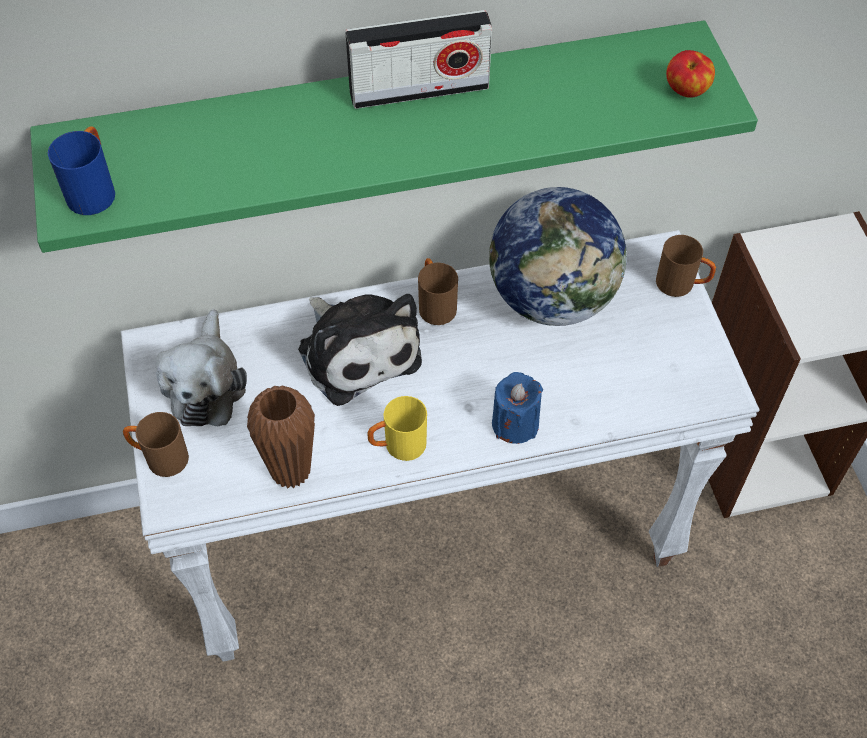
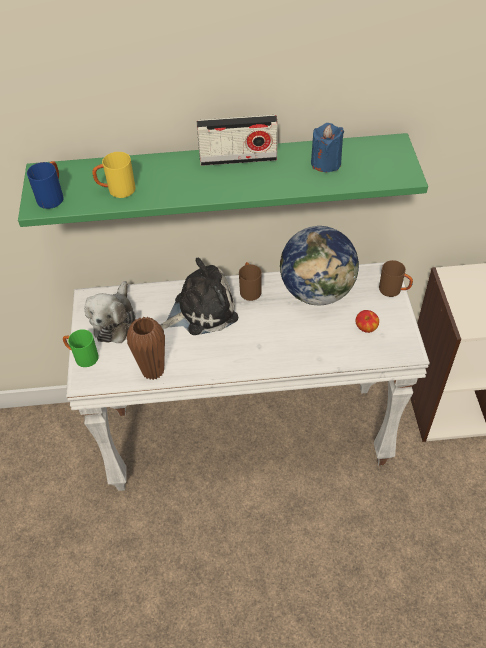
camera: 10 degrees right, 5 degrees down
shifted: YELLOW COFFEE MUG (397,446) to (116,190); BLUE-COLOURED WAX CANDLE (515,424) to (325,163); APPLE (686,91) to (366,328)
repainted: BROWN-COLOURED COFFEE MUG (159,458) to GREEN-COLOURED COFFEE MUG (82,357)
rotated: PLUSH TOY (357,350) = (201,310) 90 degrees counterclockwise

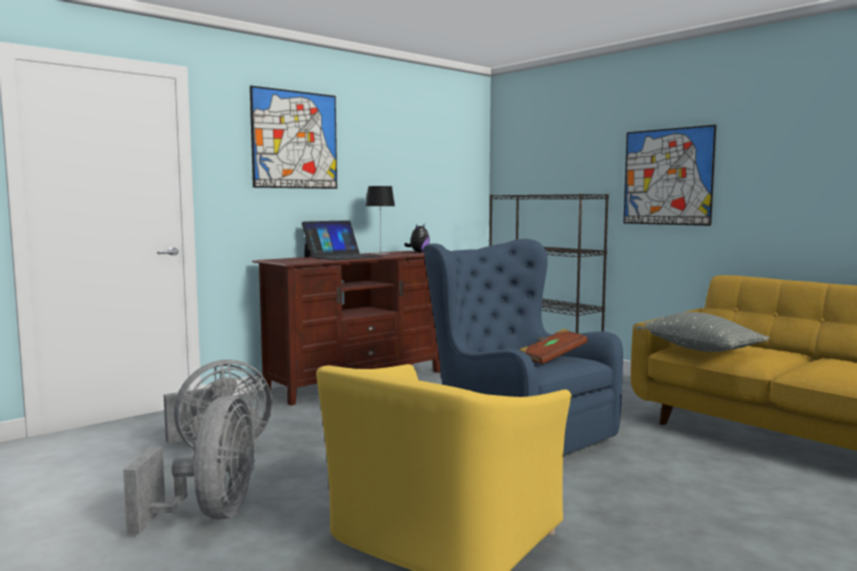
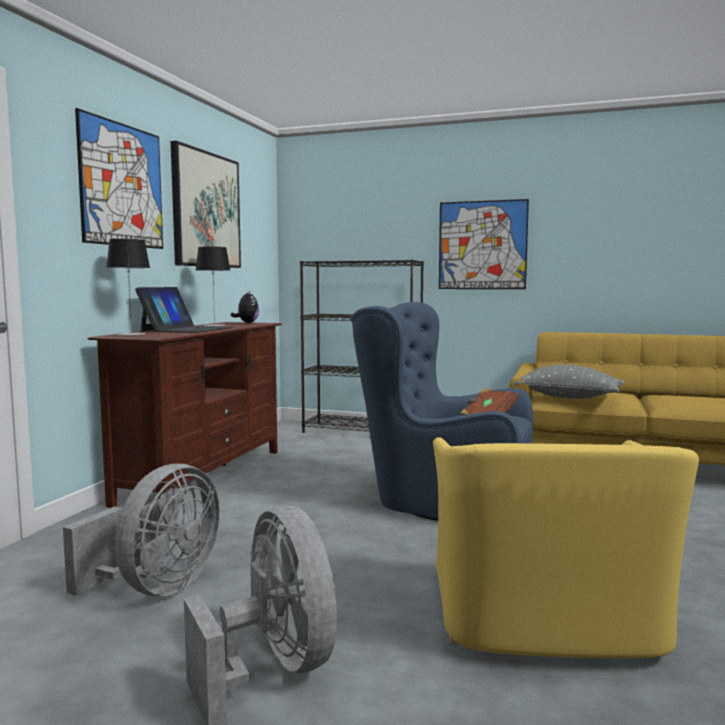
camera: 30 degrees left, 0 degrees up
new: LAMP FOR A TABLE (131,334); WALL PICTURE (206,210)

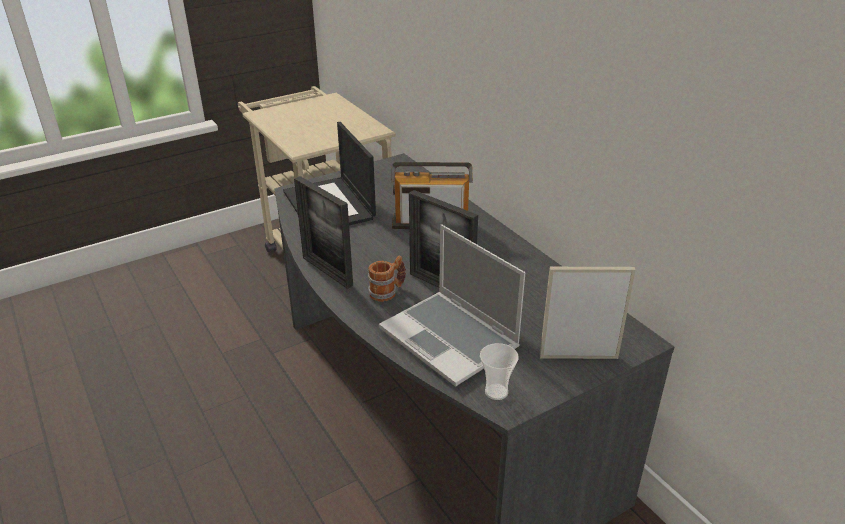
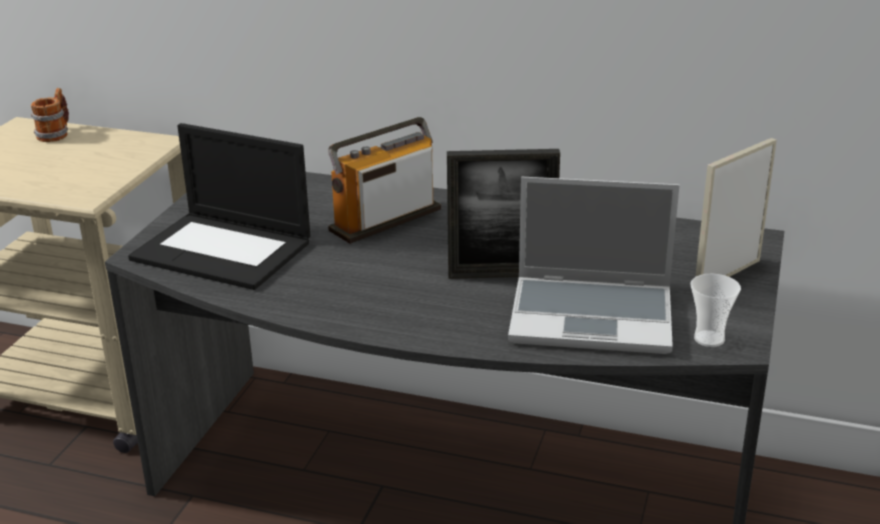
camera: 40 degrees left, 5 degrees down
gone: PHOTO FRAME (327,271)
shifted: COFFEE MUG (387,292) to (56,134)

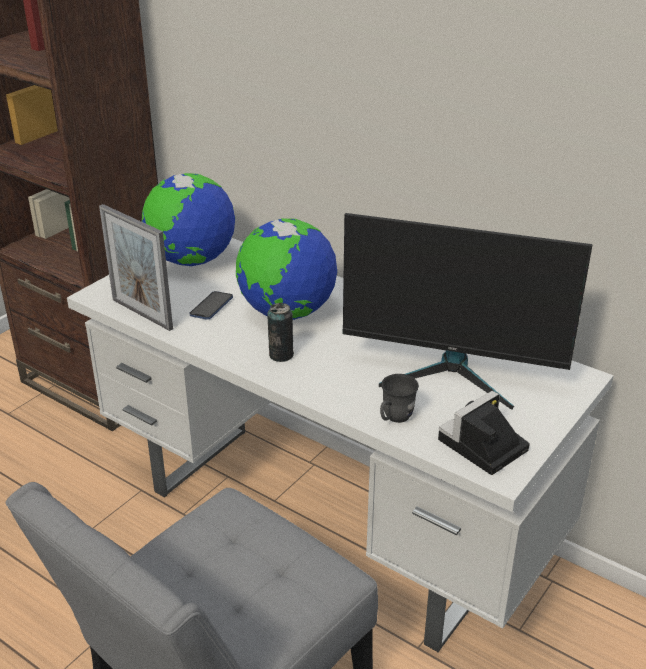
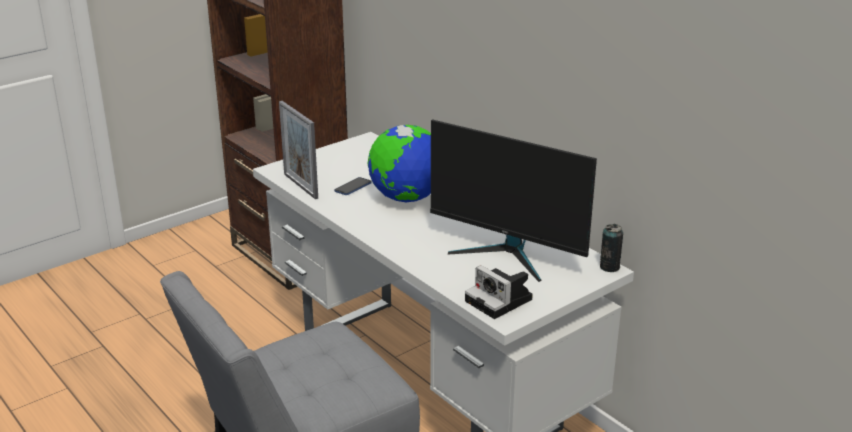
camera: 15 degrees right, 5 degrees down
gone: DESK GLOBE (192,261); GREYISH COFFEE MUG (394,418)
shifted: SEALED CAN (281,355) to (609,267)
rotated: PHOTO CAMERA (481,447) = (501,301) 105 degrees counterclockwise

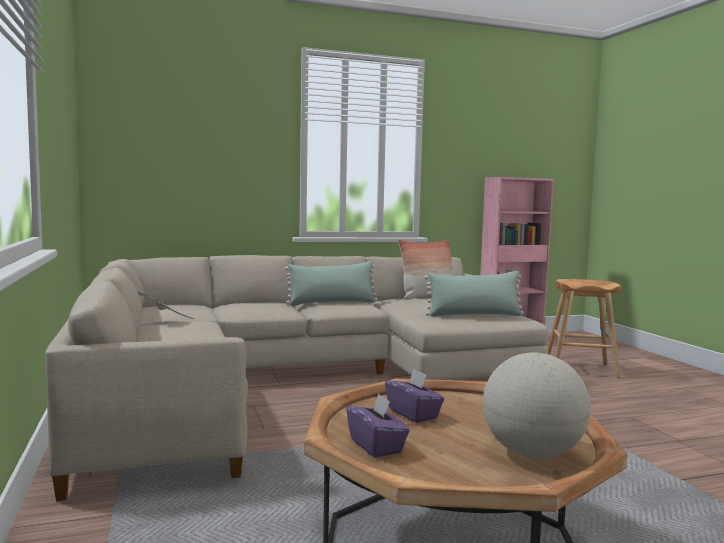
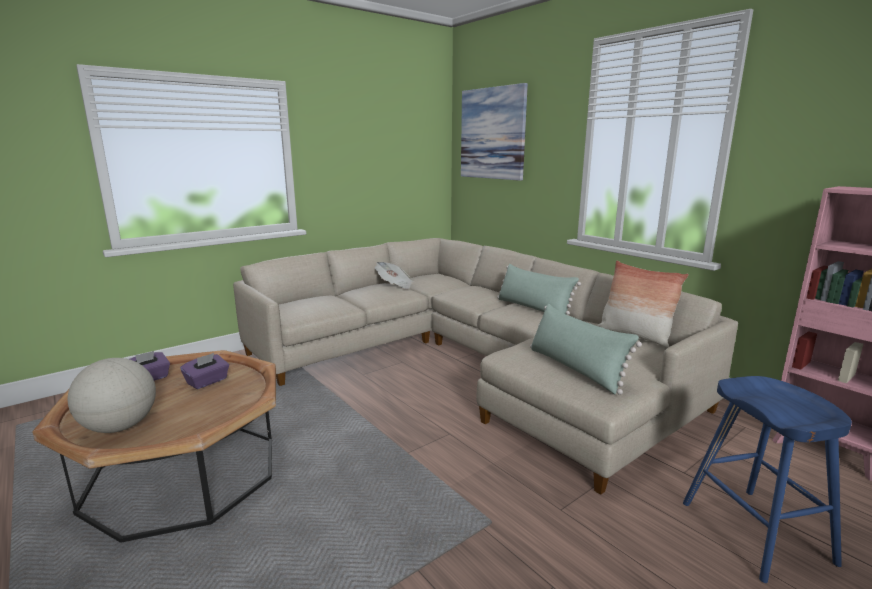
camera: 70 degrees right, 10 degrees up
new: WALL PICTURE (492,133)
repainted: BROWN-COLOURED STOOL SEAT (580,369) to BLUE-COLOURED STOOL SEAT (754,532)

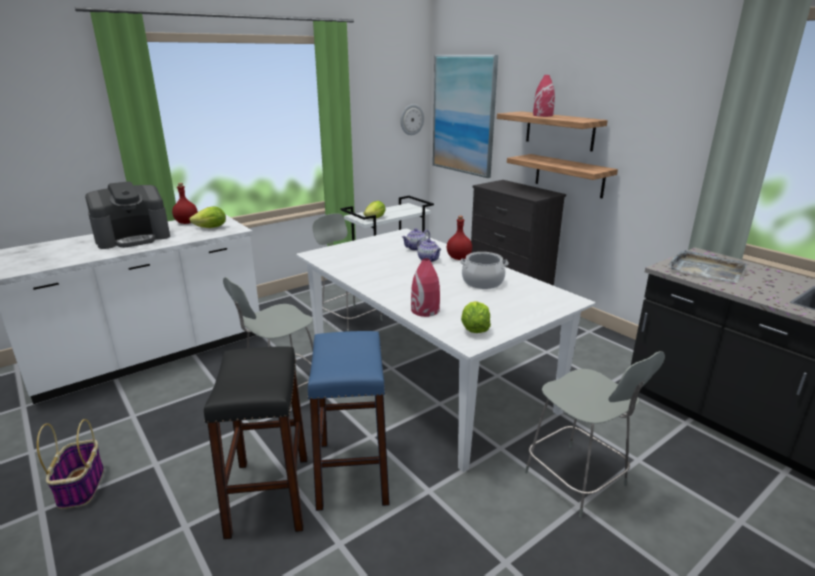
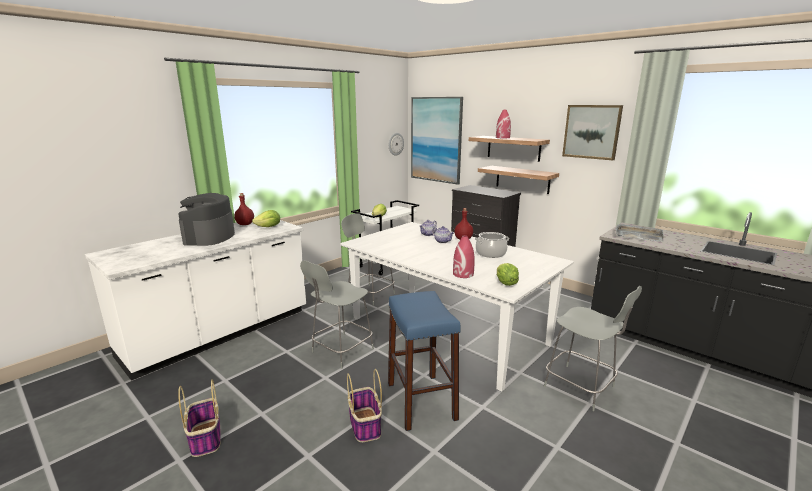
camera: 10 degrees left, 5 degrees down
new: WALL PICTURE (591,132)
swapped: BLACK STOOL SEAT (269,495) to BASKET (364,424)
rotated: COFFEE BREWER (133,238) = (209,237) 135 degrees clockwise

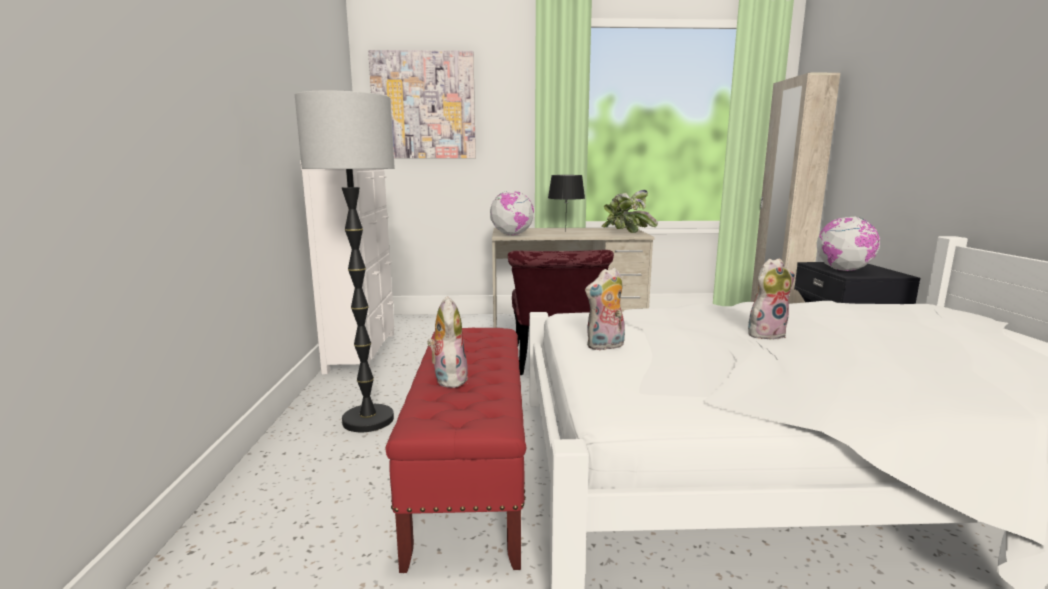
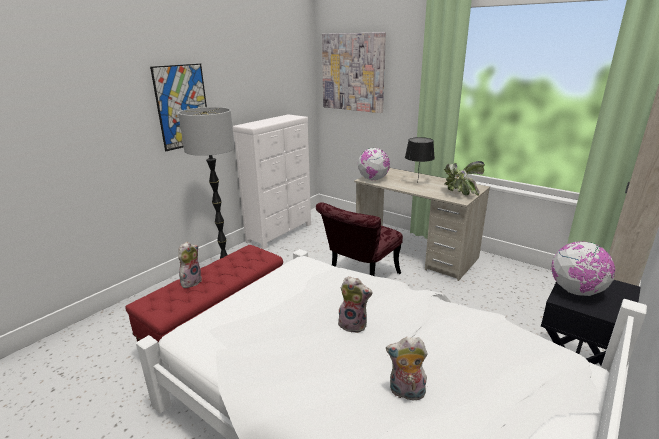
camera: 40 degrees right, 10 degrees up
new: WALL PICTURE (182,106)
shifted: PLUSH TOY (605,346) to (406,393)

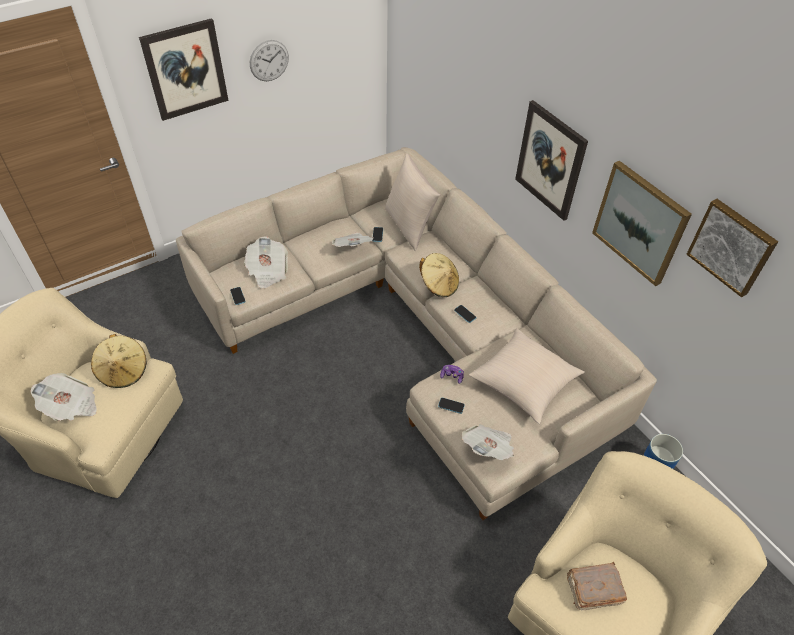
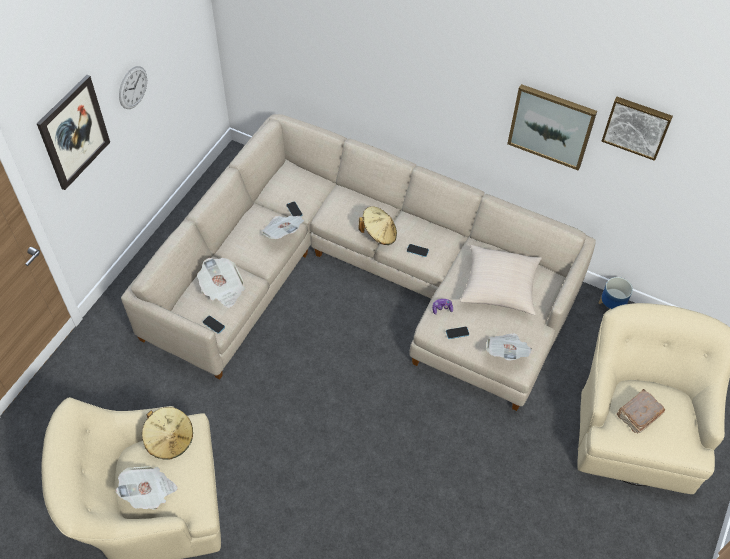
camera: 30 degrees left, 5 degrees up
gone: BEIGE-COLOURED PILLOW (409,226); WALL PICTURE (550,161)

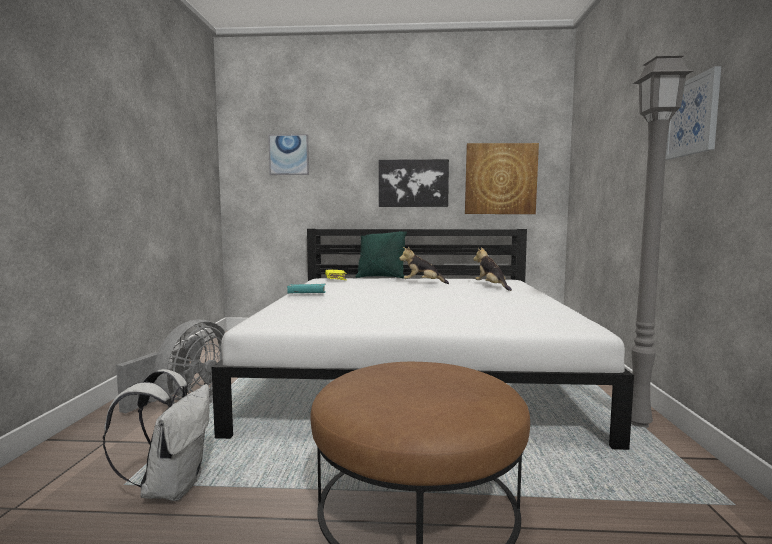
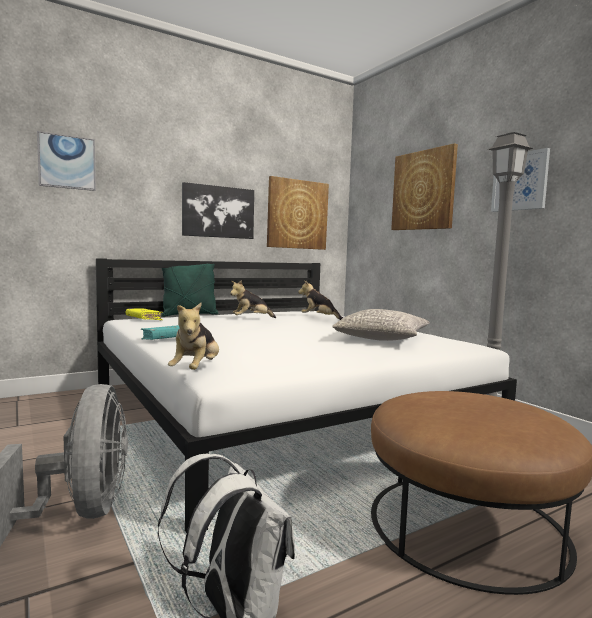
camera: 35 degrees left, 0 degrees up
new: PLUSH TOY (196,370); GREYISH PILLOW (382,339); WALL PICTURE (423,190)

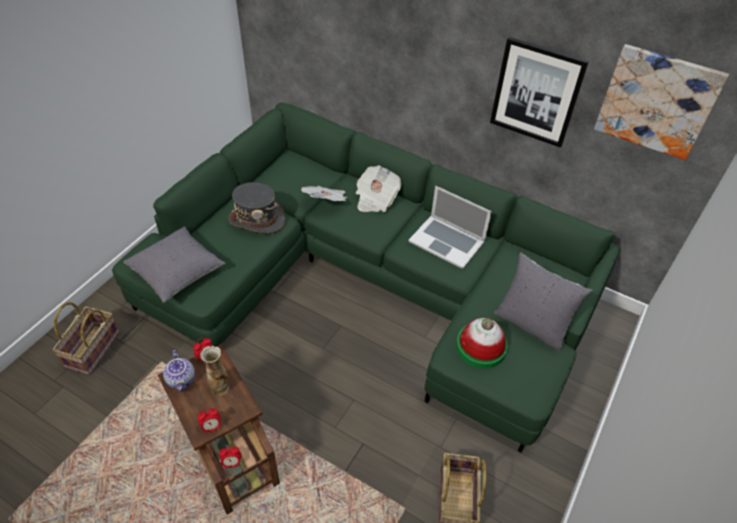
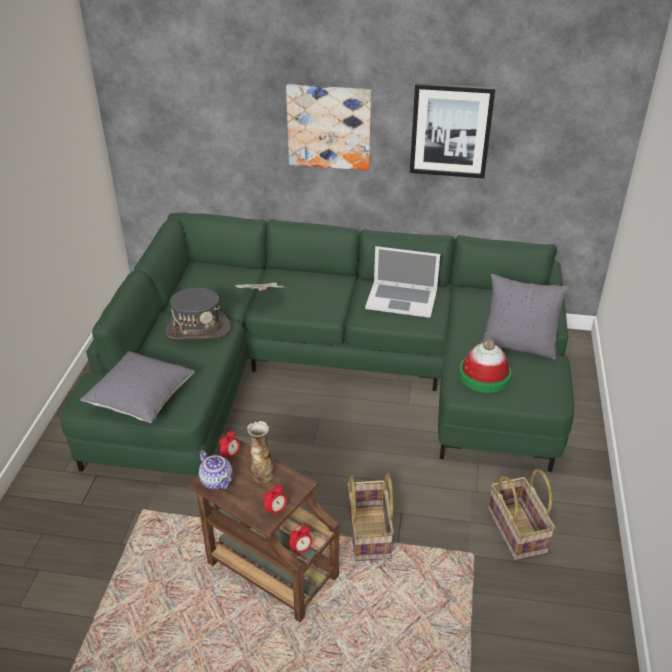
camera: 20 degrees left, 10 degrees down
gone: PRINTED PAPER (375,199)
shifted: WALL PICTURE (657,101) to (329,127); BASKET (93,350) to (370,533)

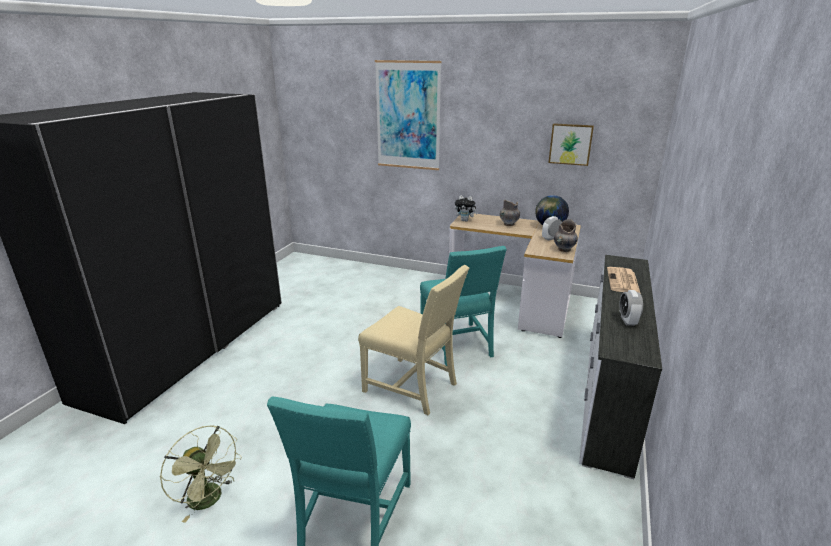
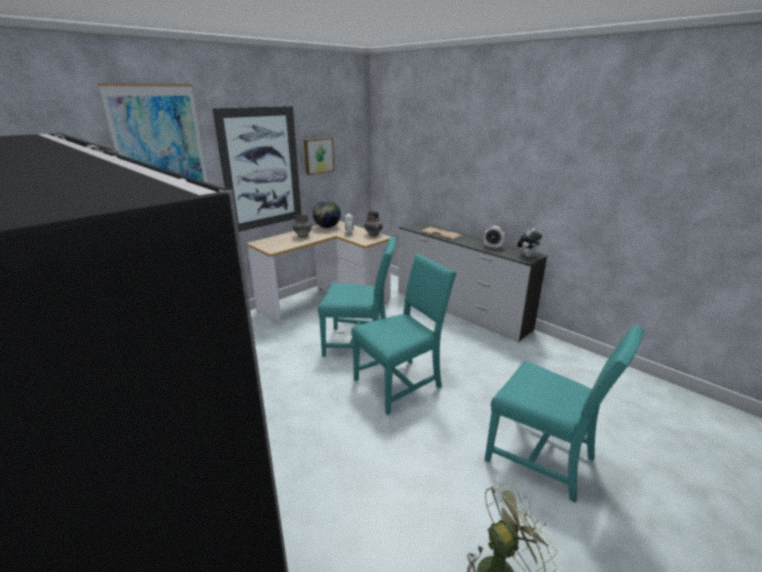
camera: 65 degrees left, 0 degrees up
new: WALL PICTURE (261,169)
shifted: PLUSH TOY (465,220) to (527,255)
repainted: BEIGE-COLOURED PLAIN CHAIR (413,387) to TURQUOISE-COLOURED PLAIN CHAIR (400,383)

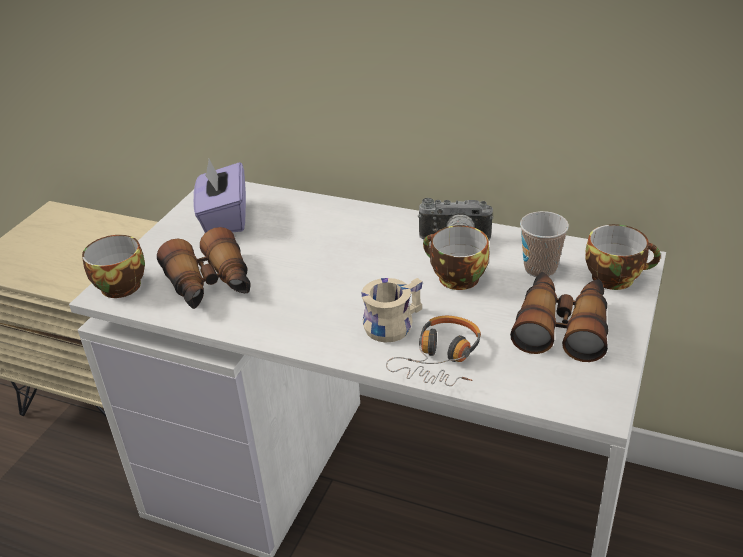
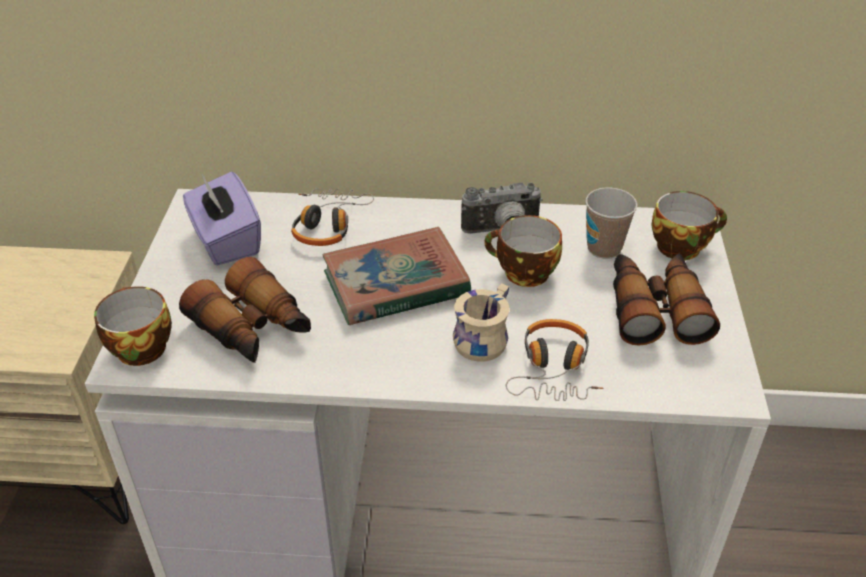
camera: 20 degrees left, 5 degrees up
new: HEADSET (327,224); BOOK (396,284)

